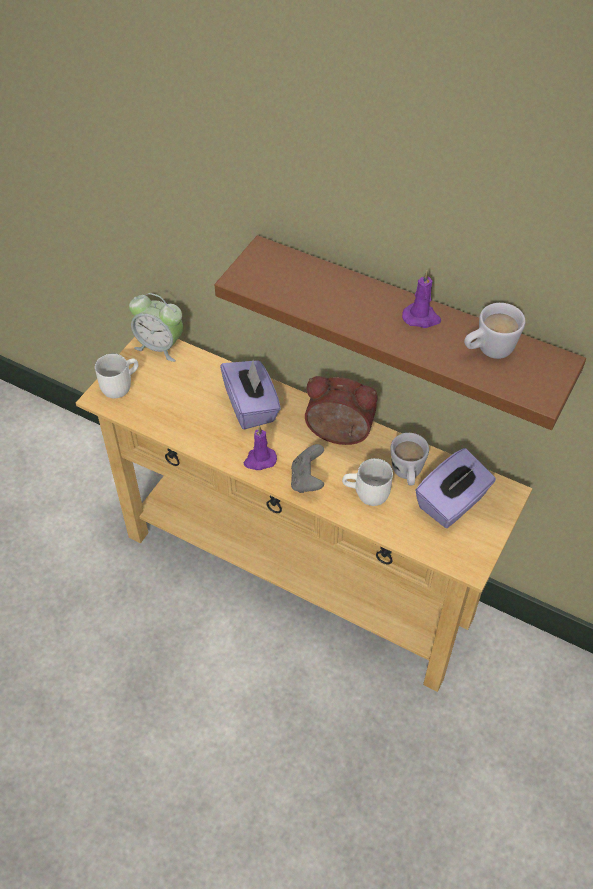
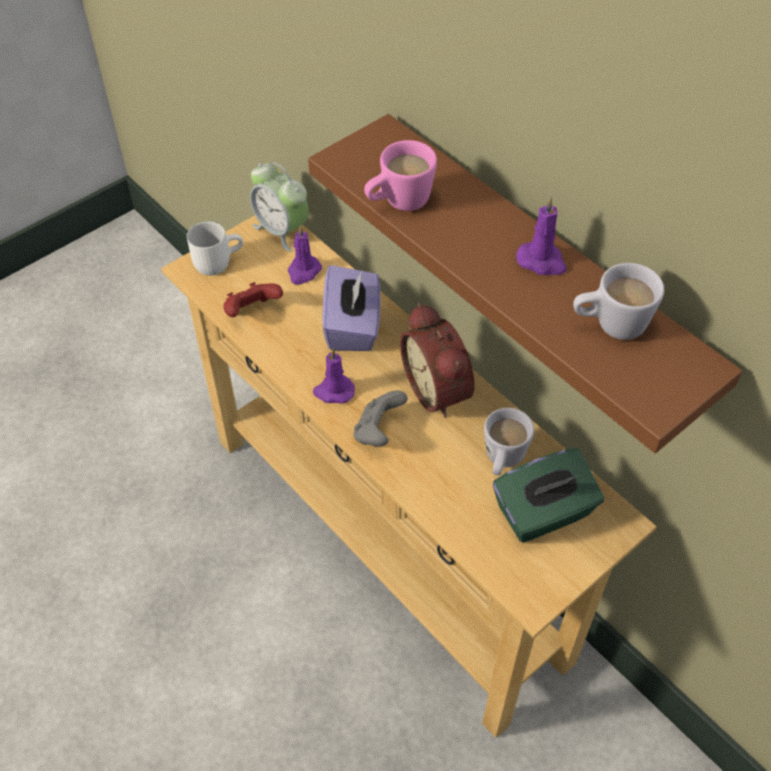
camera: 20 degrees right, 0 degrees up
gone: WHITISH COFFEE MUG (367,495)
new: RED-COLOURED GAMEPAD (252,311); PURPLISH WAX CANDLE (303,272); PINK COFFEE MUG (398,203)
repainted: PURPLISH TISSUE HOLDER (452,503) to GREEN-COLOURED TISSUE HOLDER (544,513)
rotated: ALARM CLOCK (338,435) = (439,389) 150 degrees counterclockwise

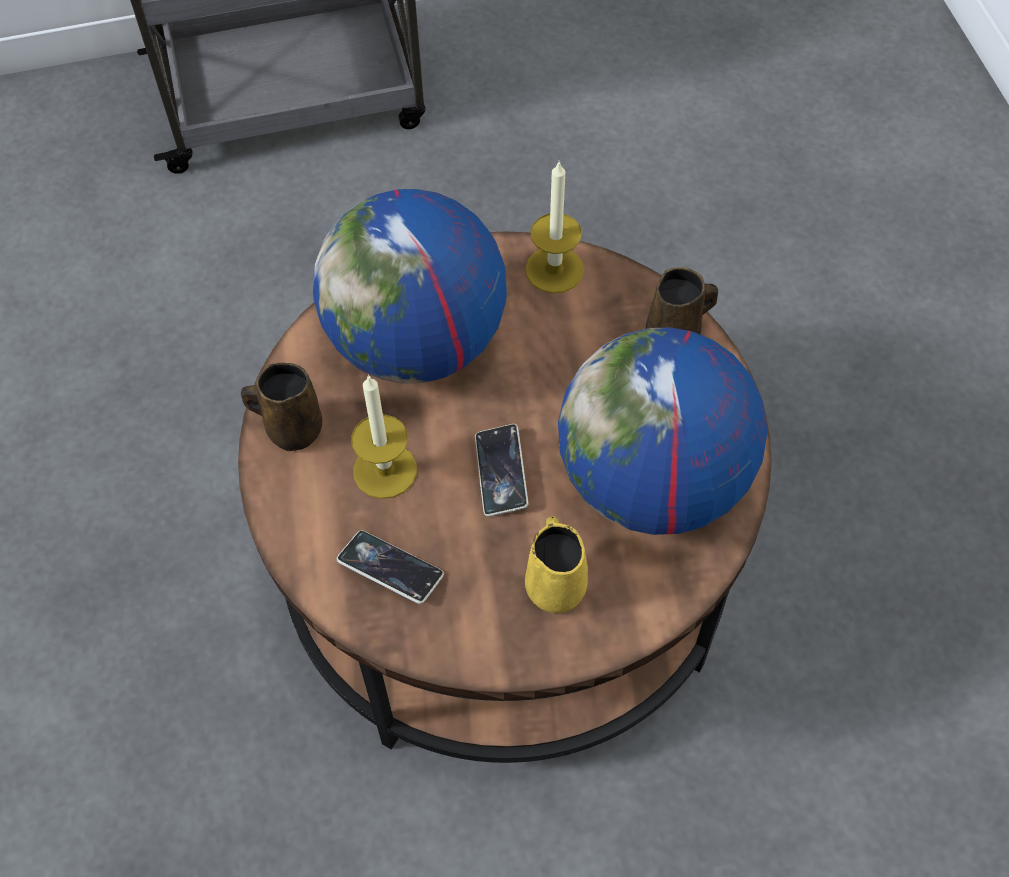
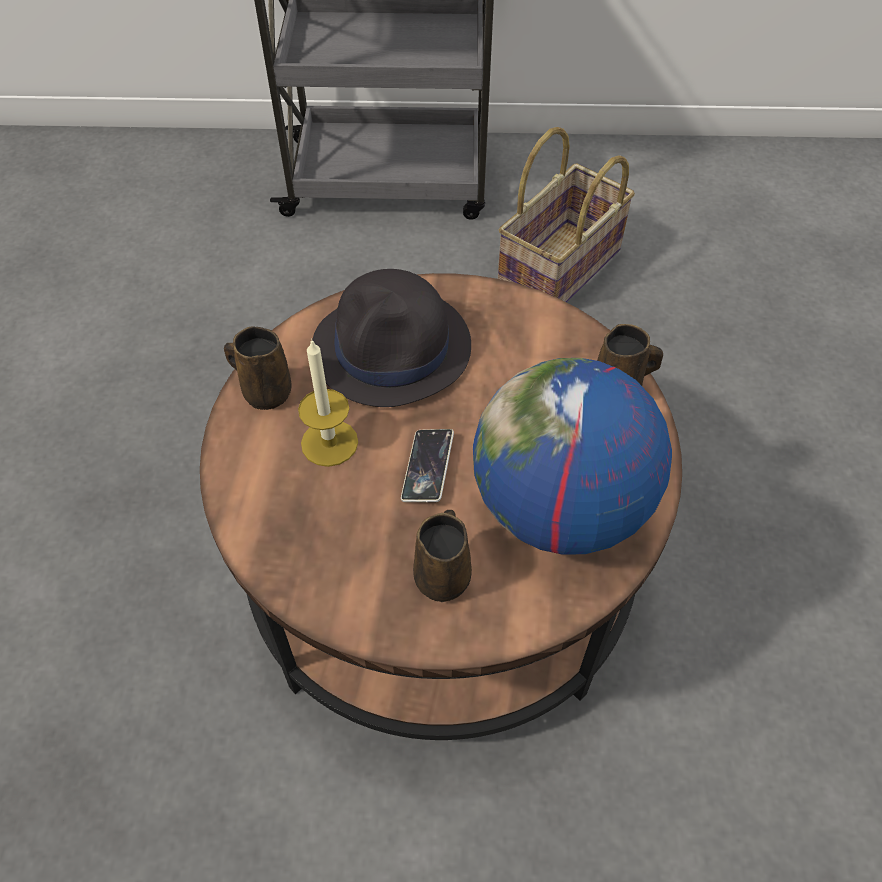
camera: 15 degrees right, 5 degrees down
gone: TELEPHONE (390,569); WAX CANDLE (554,269)
new: BASKET (560,270)
swapped: DESK GLOBE (416,343) to BLACK HAT (393,348)
repainted: YELLOW COFFEE MUG (555,585) to BROWN-COLOURED COFFEE MUG (443,576)

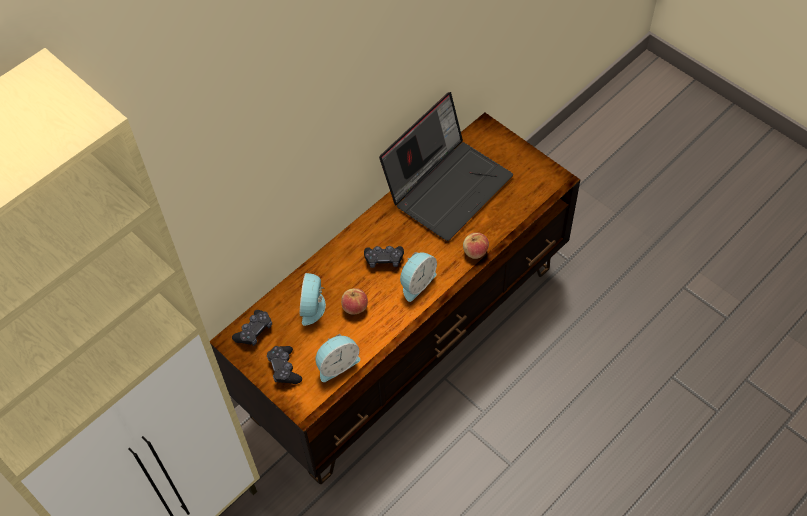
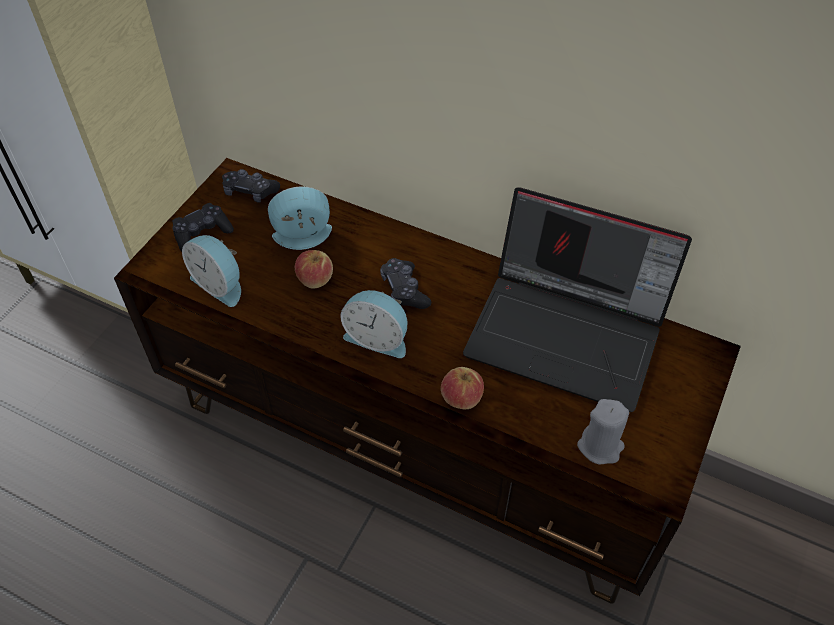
camera: 70 degrees right, 5 degrees down
new: GREYISH WAX CANDLE (600,446)

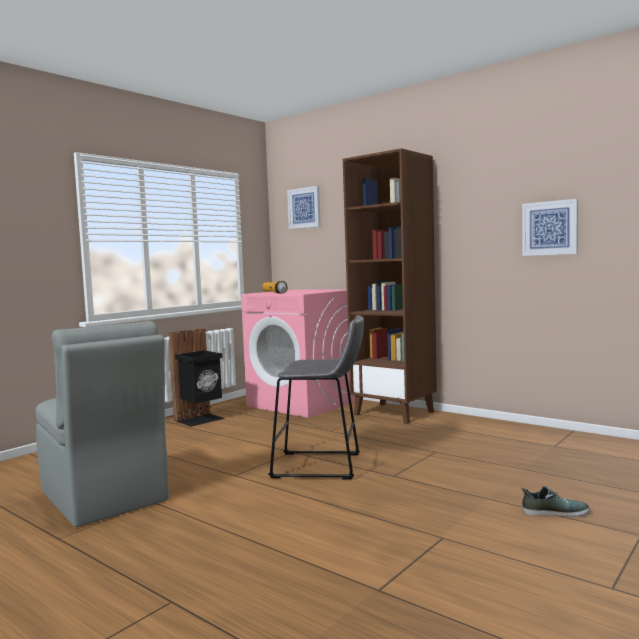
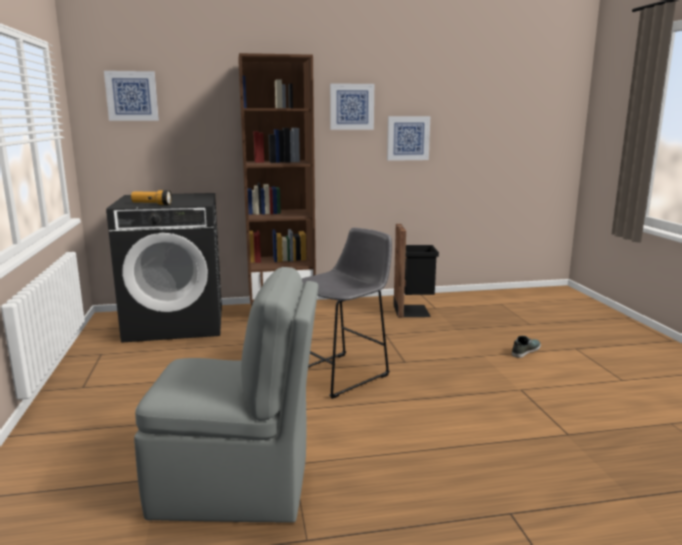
camera: 50 degrees left, 10 degrees up
new: WALL PICTURE (351,106)
shifted: BLACK TRASH CAN (201,419) to (413,310)
repainted: PINK WASHING MACHINE (303,403) to BLACK WASHING MACHINE (176,323)

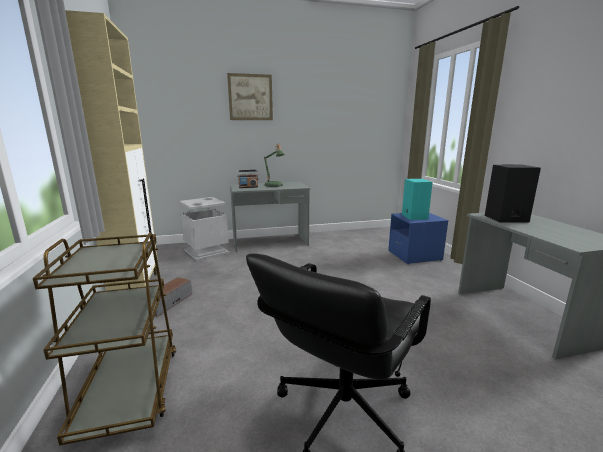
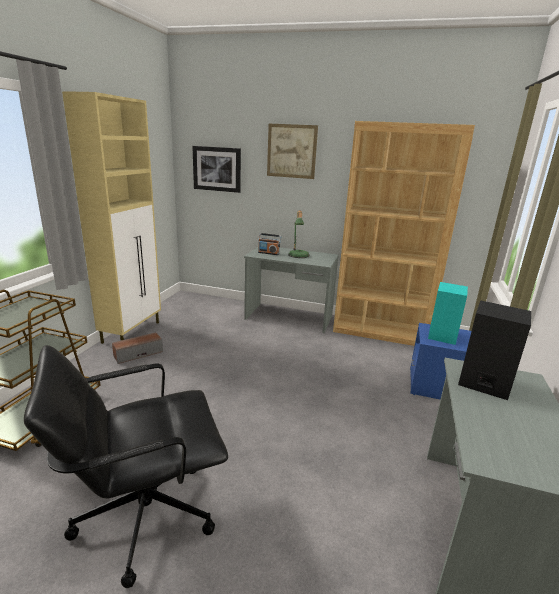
camera: 30 degrees right, 5 degrees up
gone: GREYISH TRASH CAN (206,252)
new: WALL PICTURE (217,169); BROWN-COLOURED BOOKCASE (380,332)

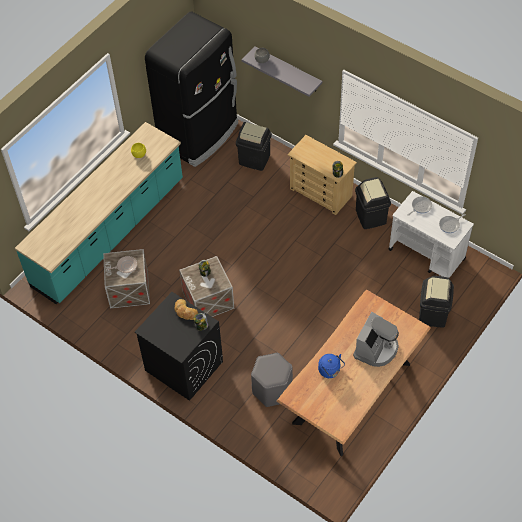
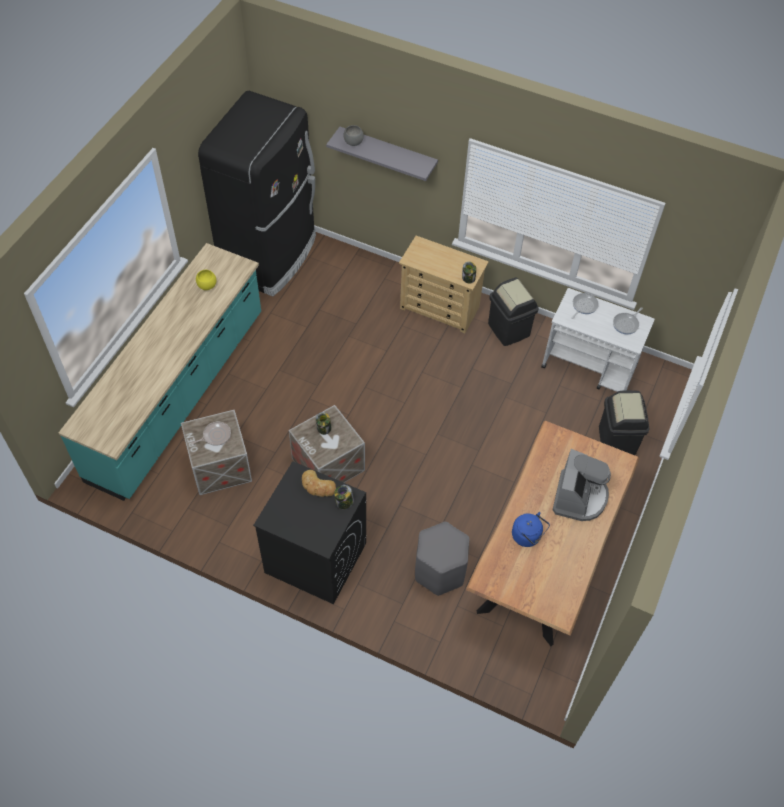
camera: 15 degrees left, 0 degrees up
gone: BLACK TRASH CAN (254,159)

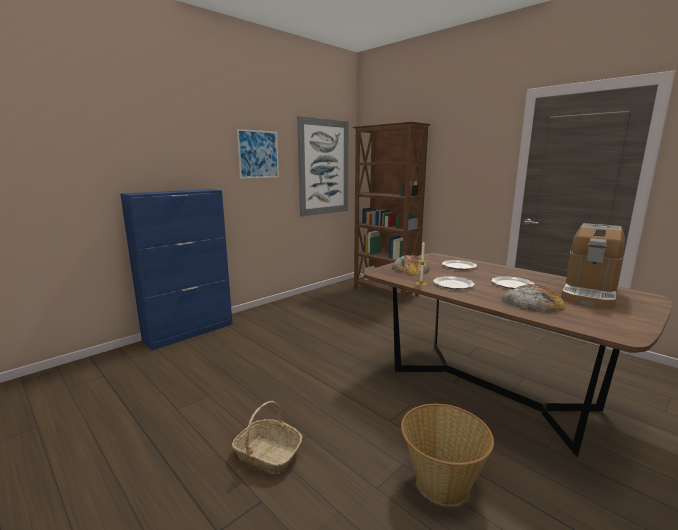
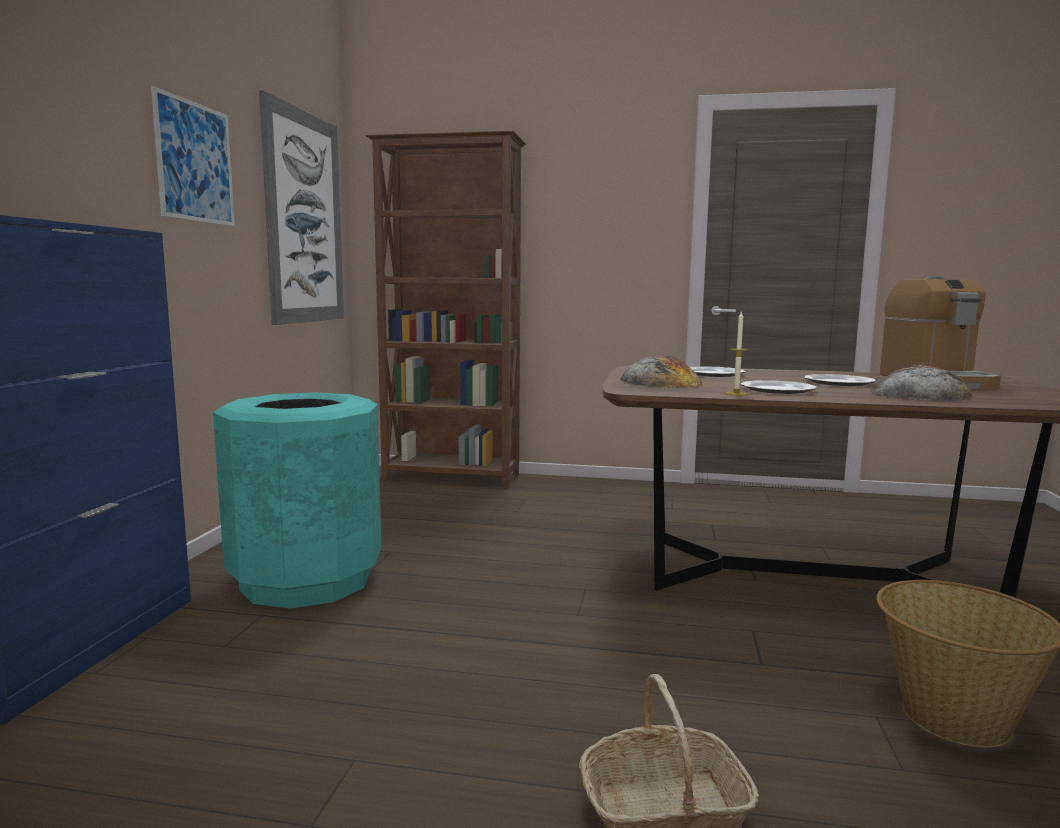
camera: 35 degrees left, 5 degrees down
new: TURQUOISE-COLOURED TRASH CAN (306,581)

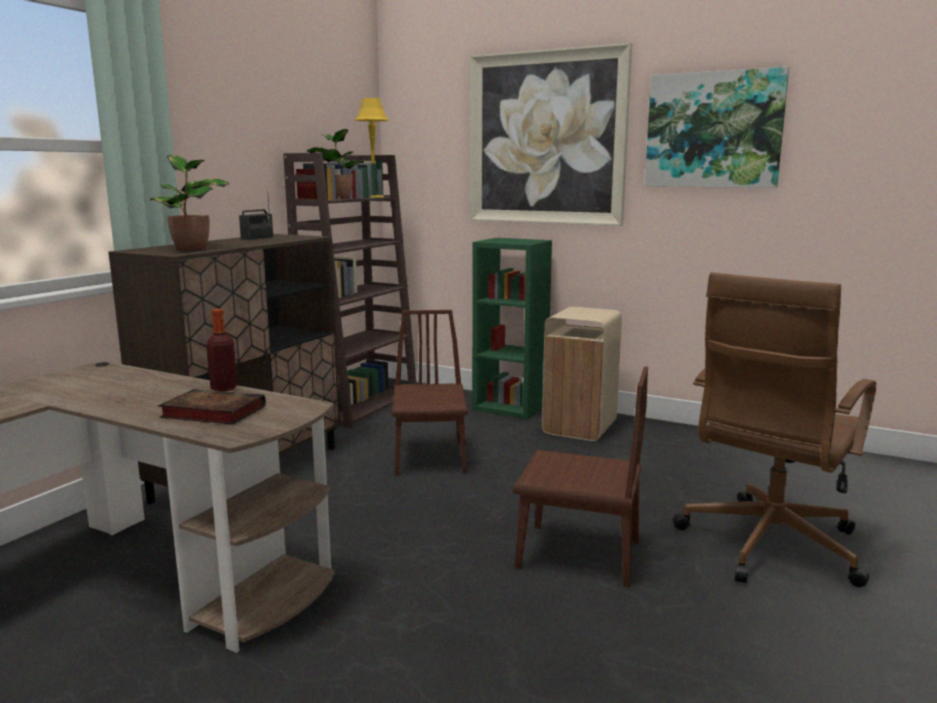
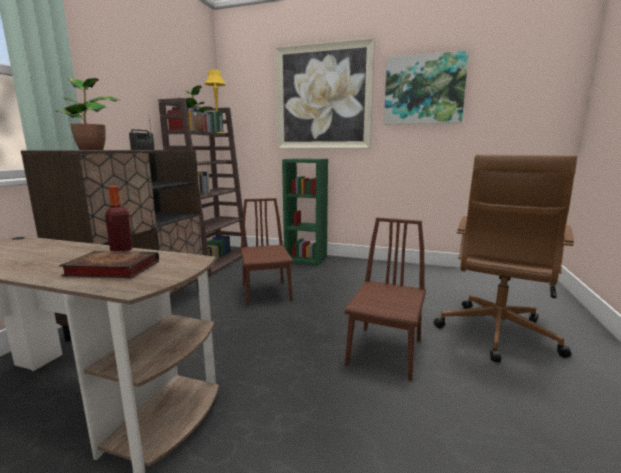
camera: 10 degrees left, 0 degrees up
gone: BEIGE-COLOURED TRASH CAN (580,427)
rotated: BROWN-COLOURED PLAIN CHAIR (578,554) = (385,352) 75 degrees counterclockwise

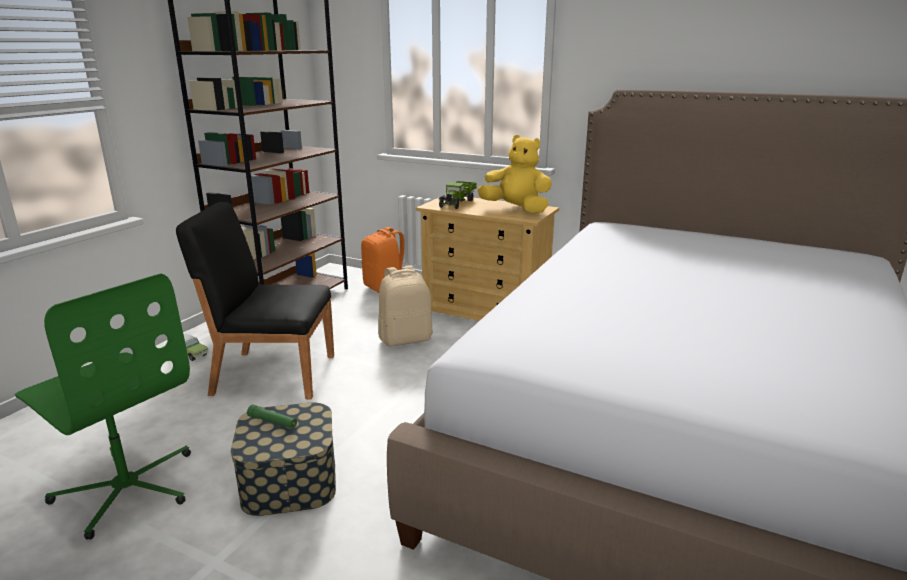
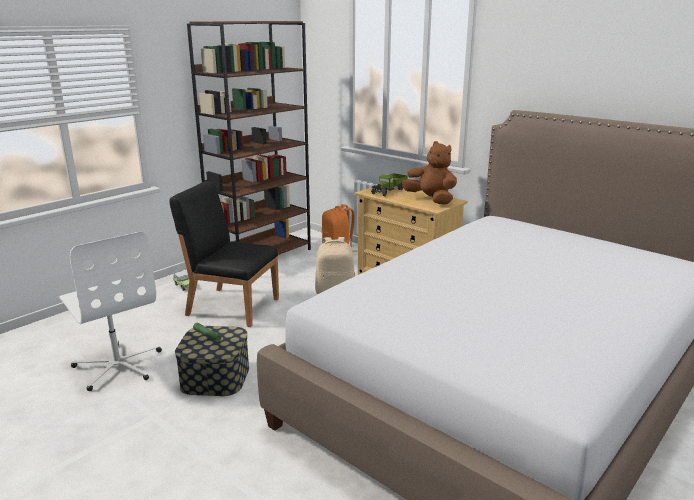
camera: 15 degrees right, 0 degrees up
repainted: GREEN-COLOURED DESK CHAIR (127,488) to WHITISH DESK CHAIR (118,365); YELLOW PLUSH TOY (516,209) to BROWN-COLOURED PLUSH TOY (431,200)

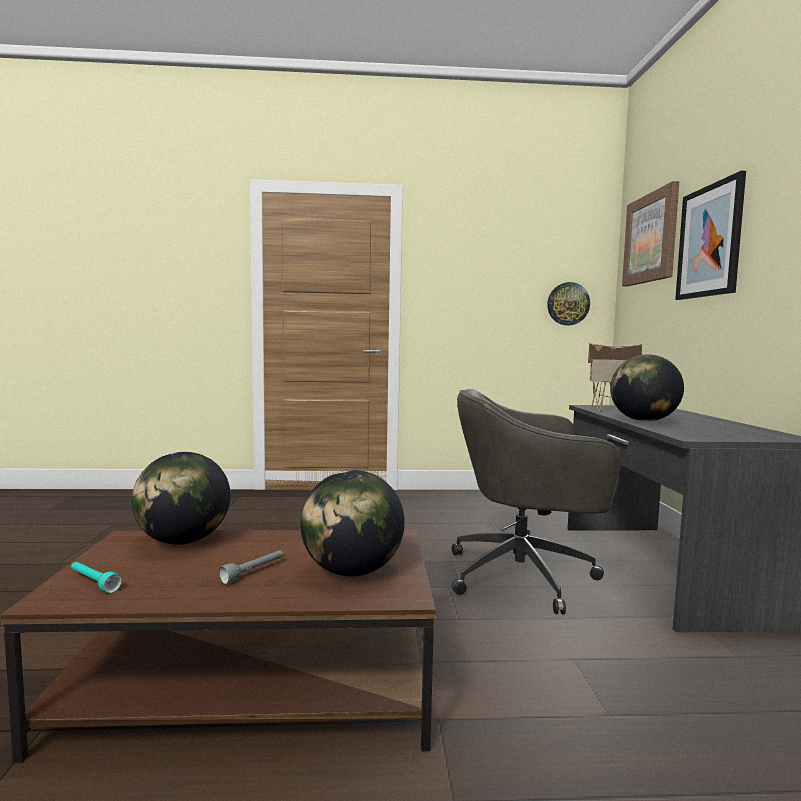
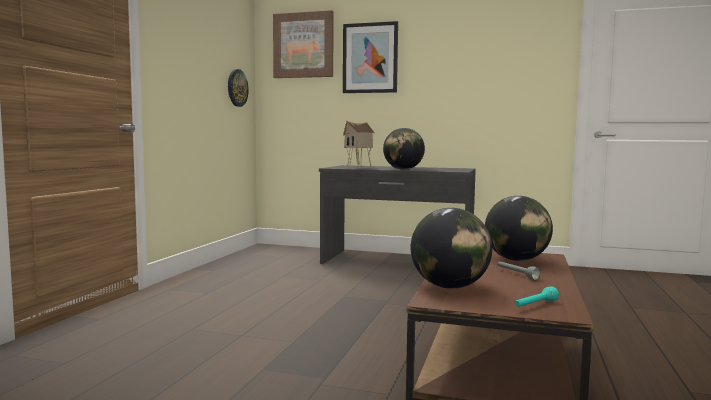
camera: 70 degrees left, 0 degrees up
gone: GREYISH DESK CHAIR (525,575)

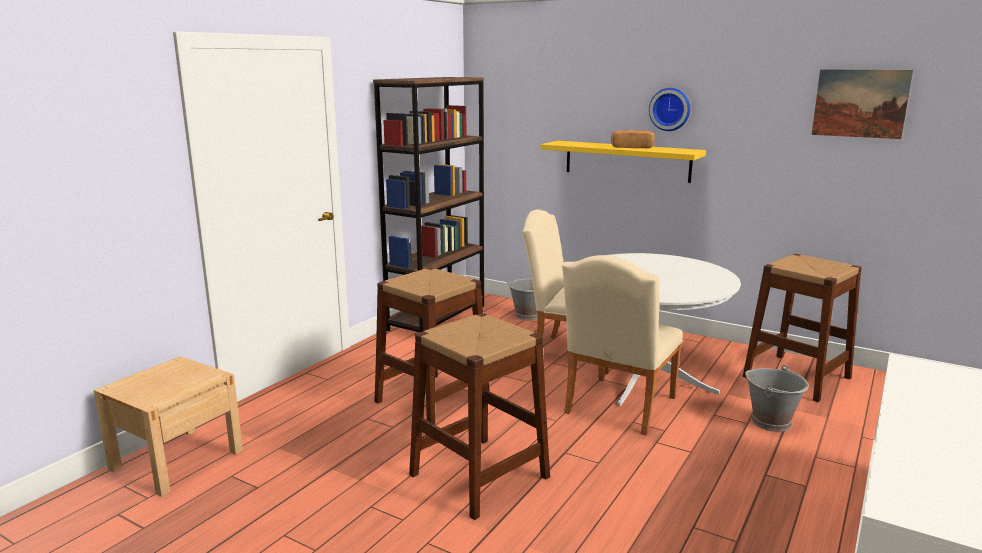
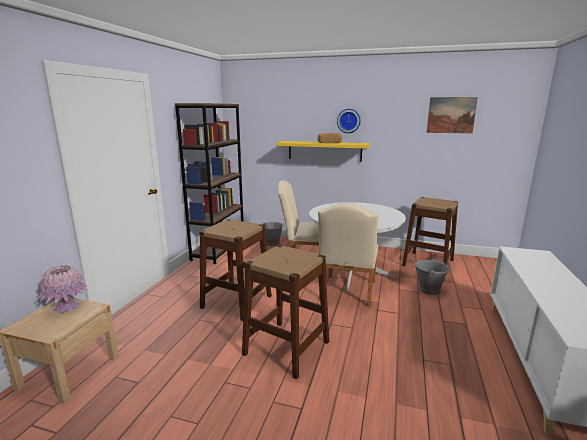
camera: 15 degrees left, 0 degrees up
new: PINK DECORATIVE VASE (66,307)

